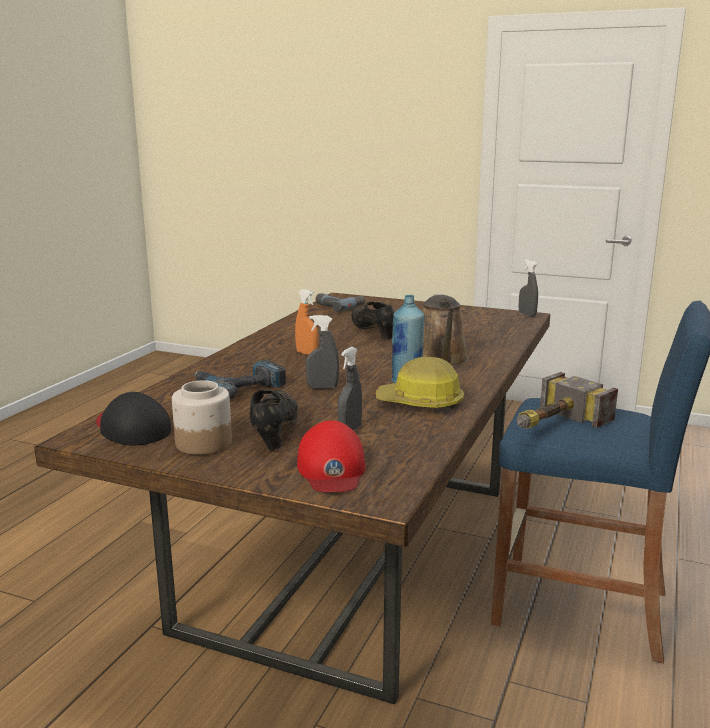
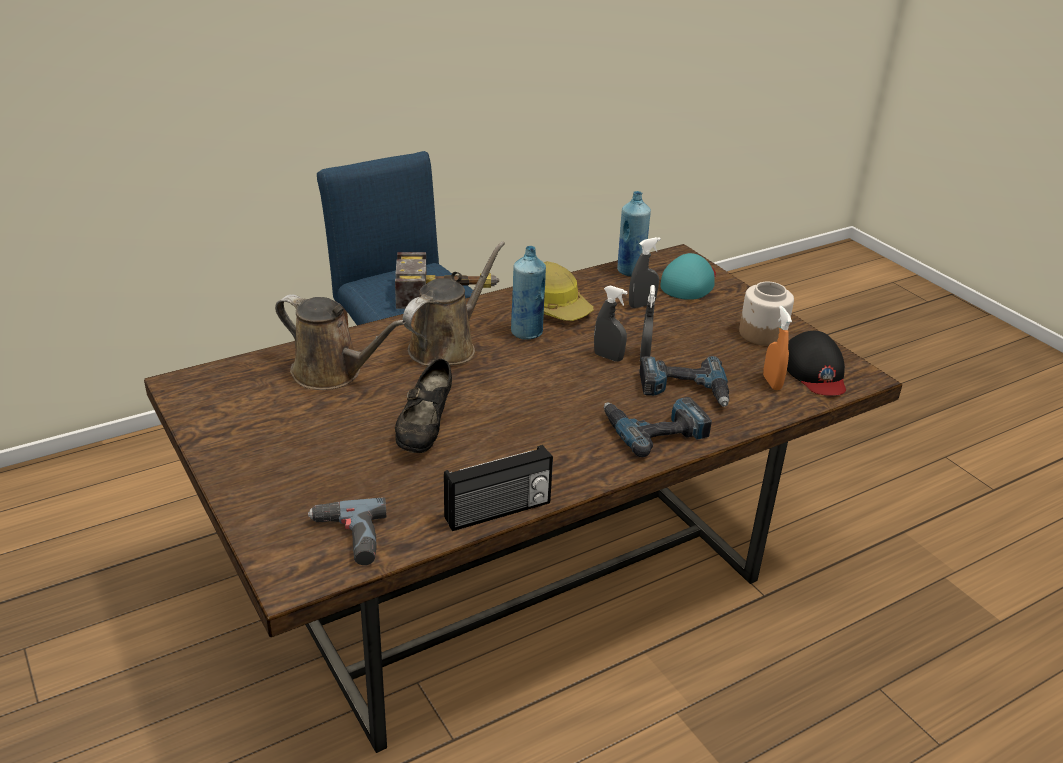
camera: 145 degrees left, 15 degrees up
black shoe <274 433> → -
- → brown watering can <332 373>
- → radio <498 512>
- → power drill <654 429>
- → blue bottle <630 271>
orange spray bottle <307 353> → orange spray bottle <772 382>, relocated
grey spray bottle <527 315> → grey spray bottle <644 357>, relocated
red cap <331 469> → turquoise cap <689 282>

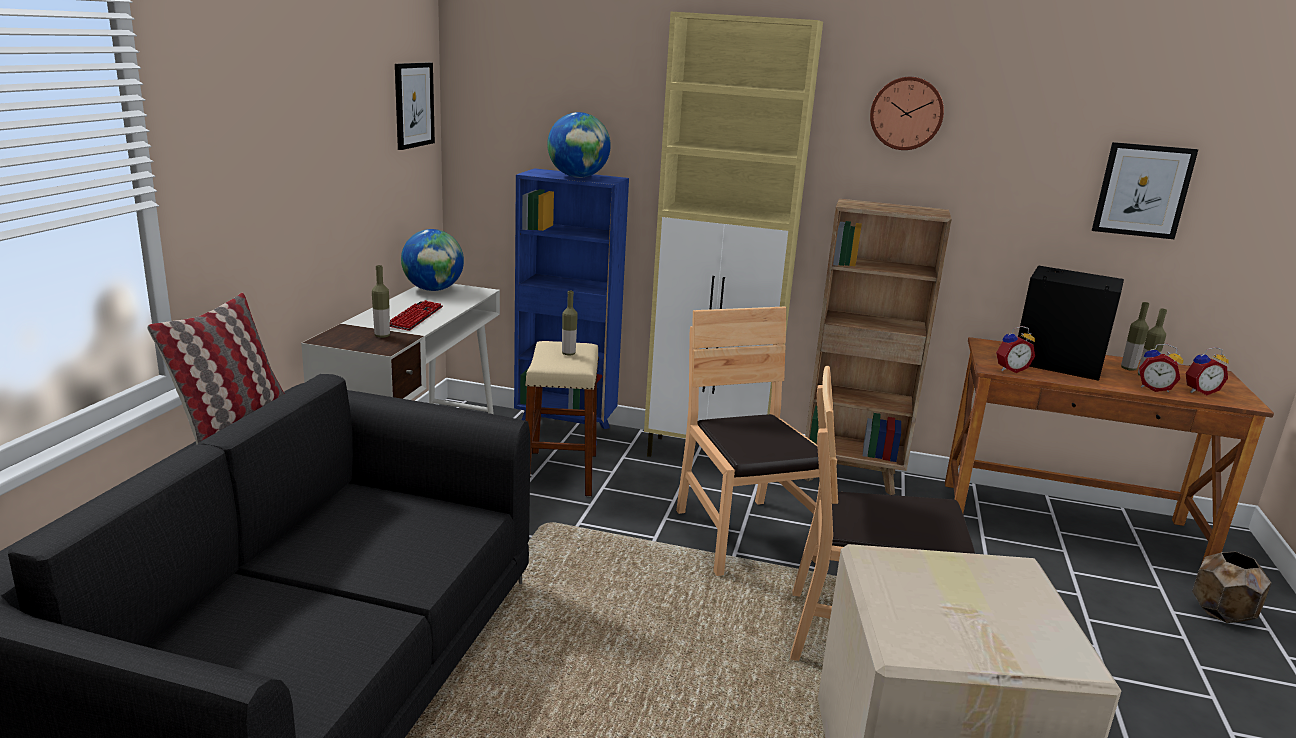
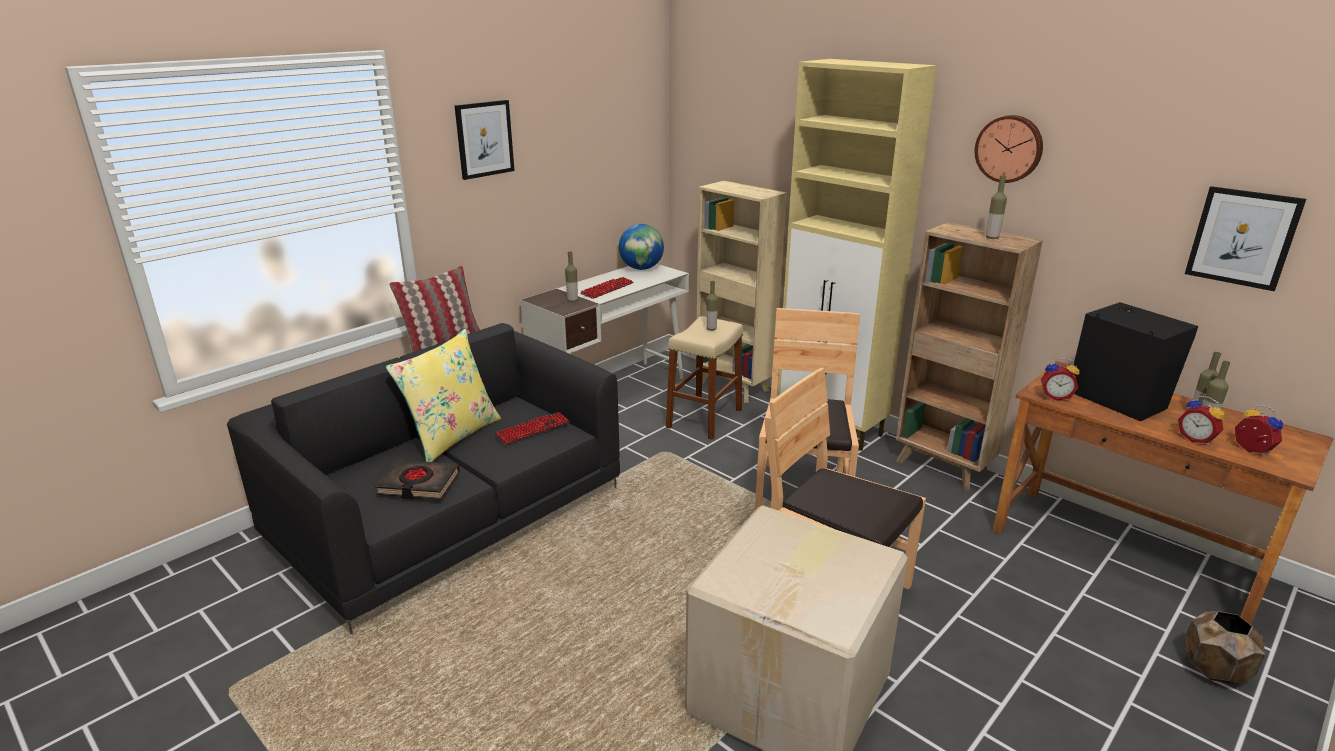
camera: 30 degrees right, 5 degrees up
globe <578 177> → -
- → black book <418 484>
- → yellow pillow <452 436>
- → keyboard <532 429>
- → bottle <992 238>
picture <413 105> → picture <484 139>, relocated
blue bookcase <566 430> → beige bookcase <734 387>
alarm clock <1199 391> → alarm clock <1250 450>, 135 degrees counterclockwise

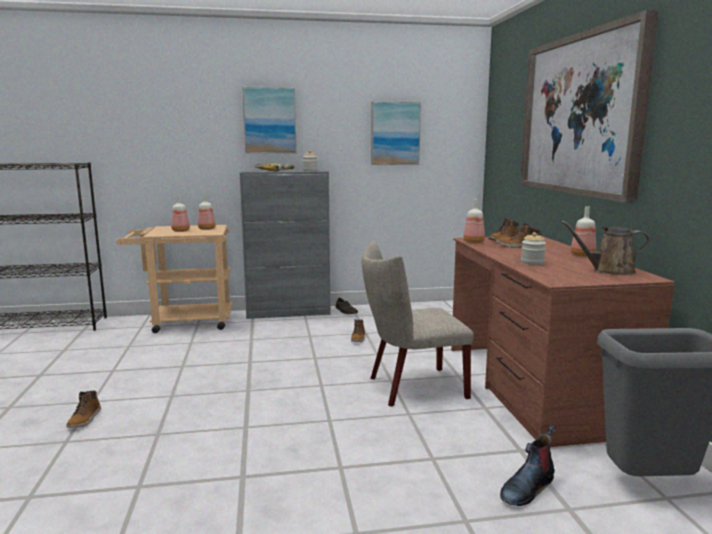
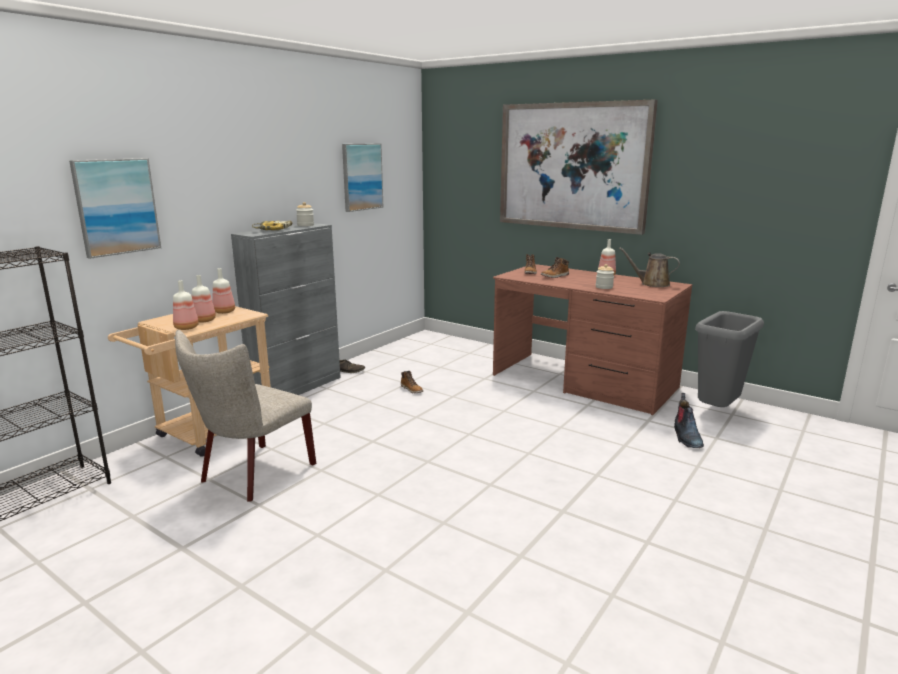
camera: 45 degrees left, 5 degrees up
boot <85 419> → -
picture <269 120> → picture <116 206>, relocated
beige chair <411 387> → beige chair <252 475>, relocated
bottle <474 242> → bottle <187 328>, relocated
brown watering can <609 271> → brown watering can <652 284>, 60 degrees clockwise

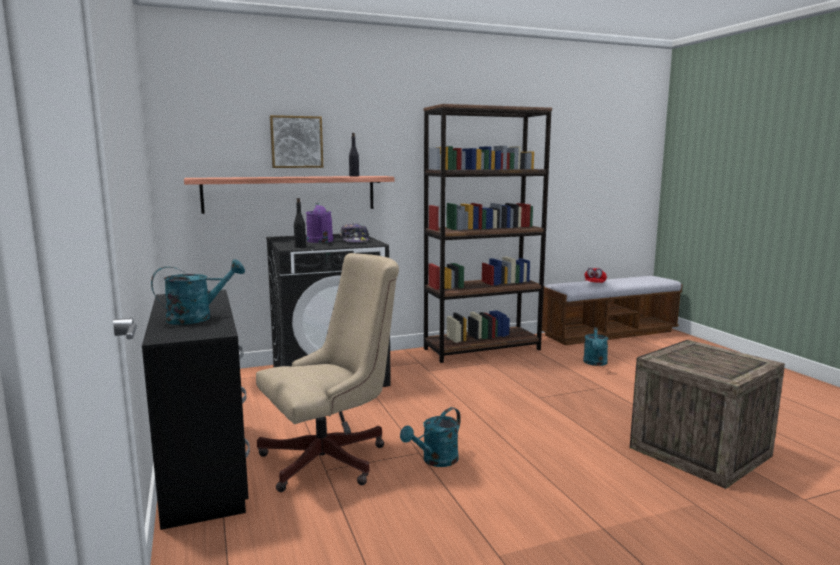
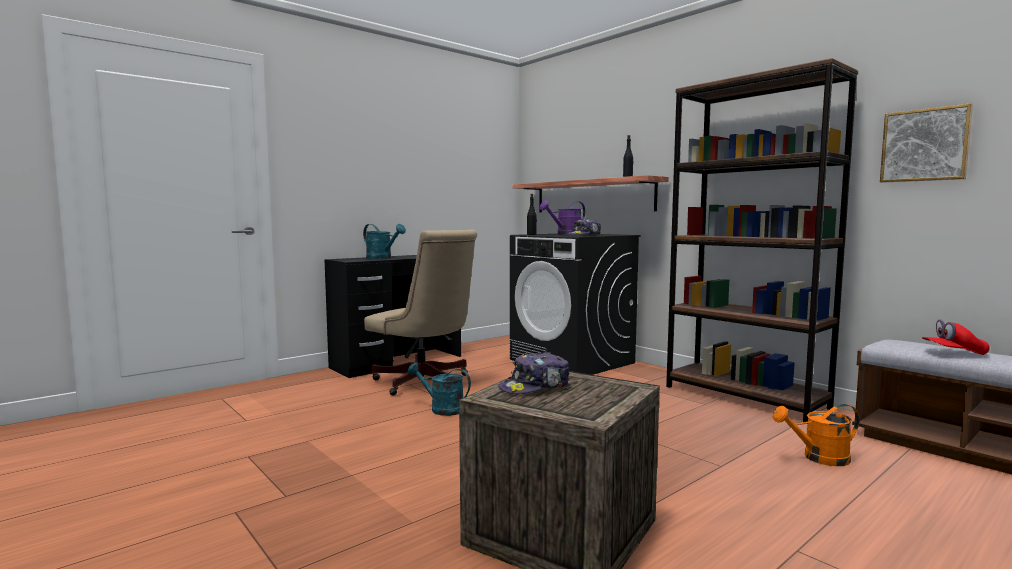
camera: 70 degrees right, 5 degrees down
- → cap <535 387>
picture <296 142> → picture <925 145>, relocated
turquoise watering can <595 363> → orange watering can <819 458>

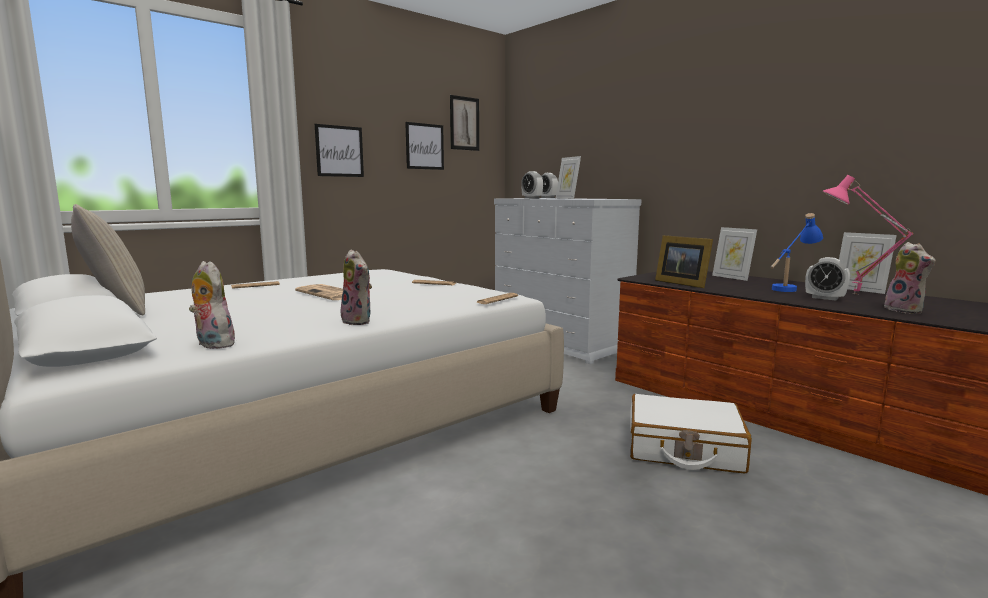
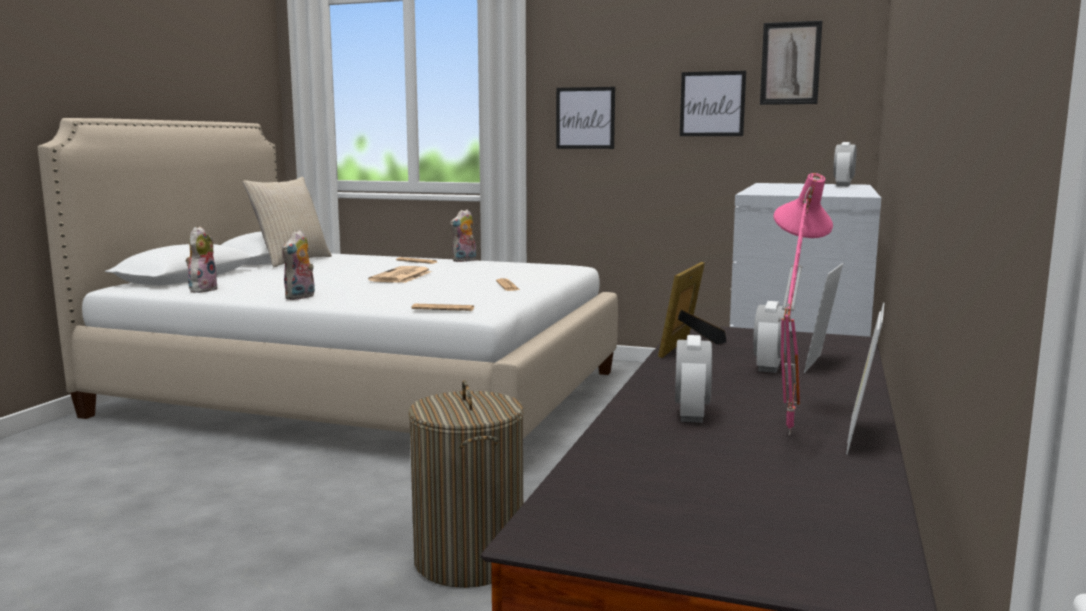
camera: 60 degrees right, 0 degrees up
picture frame <567 198> → -
blue table lamp <790 288> → -
alarm clock <532 198> → alarm clock <769 367>, relocated
plush toy <906 310> → plush toy <464 260>, relocated
white suitcase <684 449> → laundry basket <469 560>

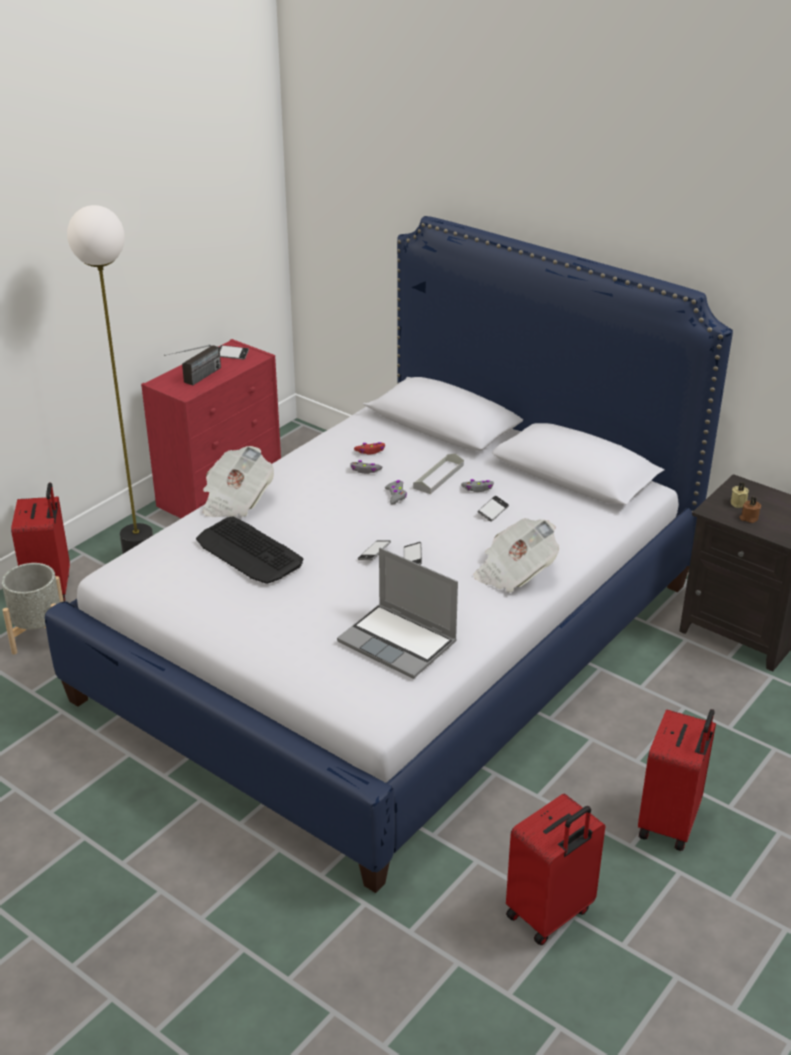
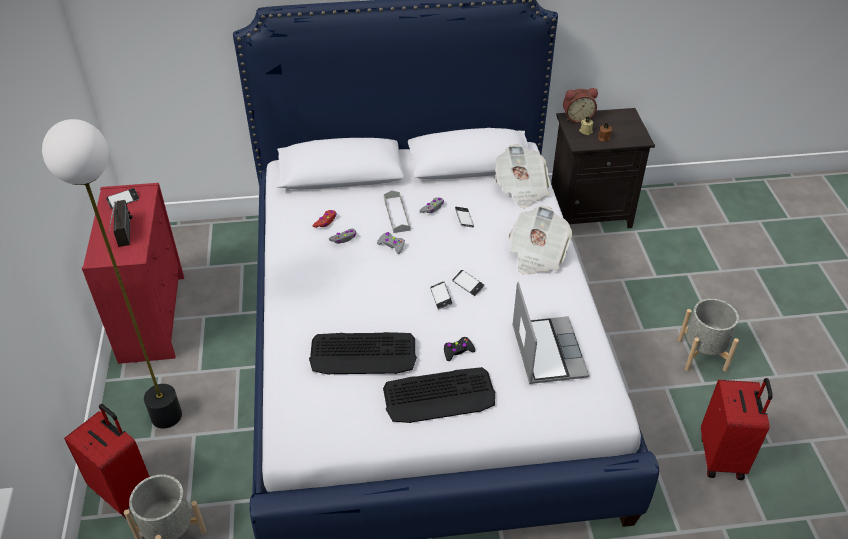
camera: 45 degrees left, 10 degrees up
- → keyboard <439 396>
- → black game controller <458 351>
- → alarm clock <577 117>
newspaper <236 501> → newspaper <521 189>, relocated
red suitcase <670 823> → grey planter <702 354>
laptop <399 642> → laptop <547 351>, 90 degrees counterclockwise

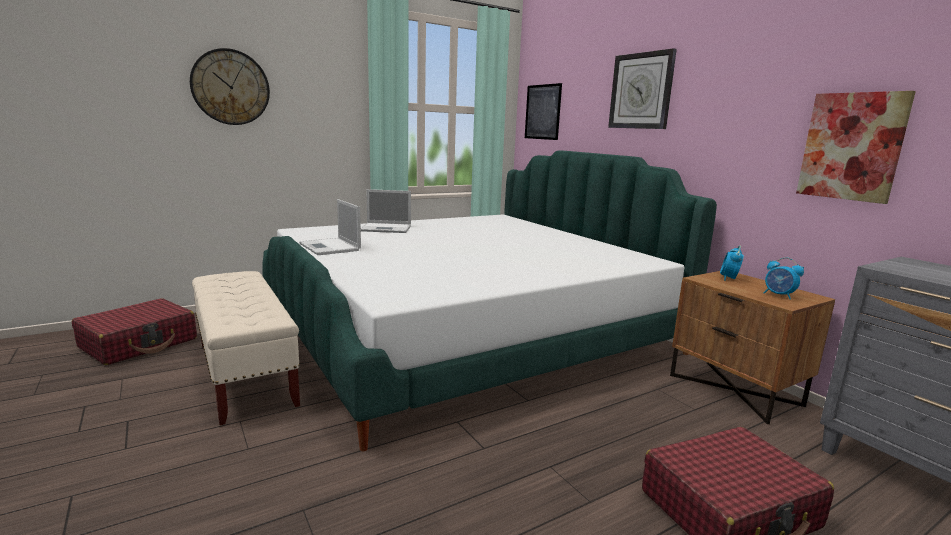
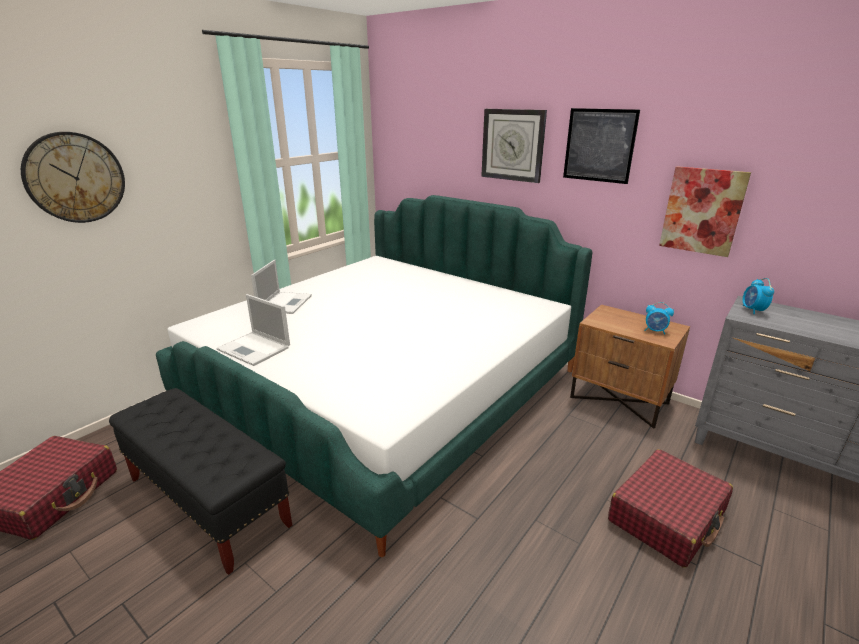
camera: 20 degrees left, 10 degrees up
picture <542 112> → picture <599 145>, relocated
alarm clock <729 278> → alarm clock <753 310>, relocated
beige bench <245 374> → black bench <208 502>
laptop <387 228> → laptop <285 303>, 60 degrees counterclockwise

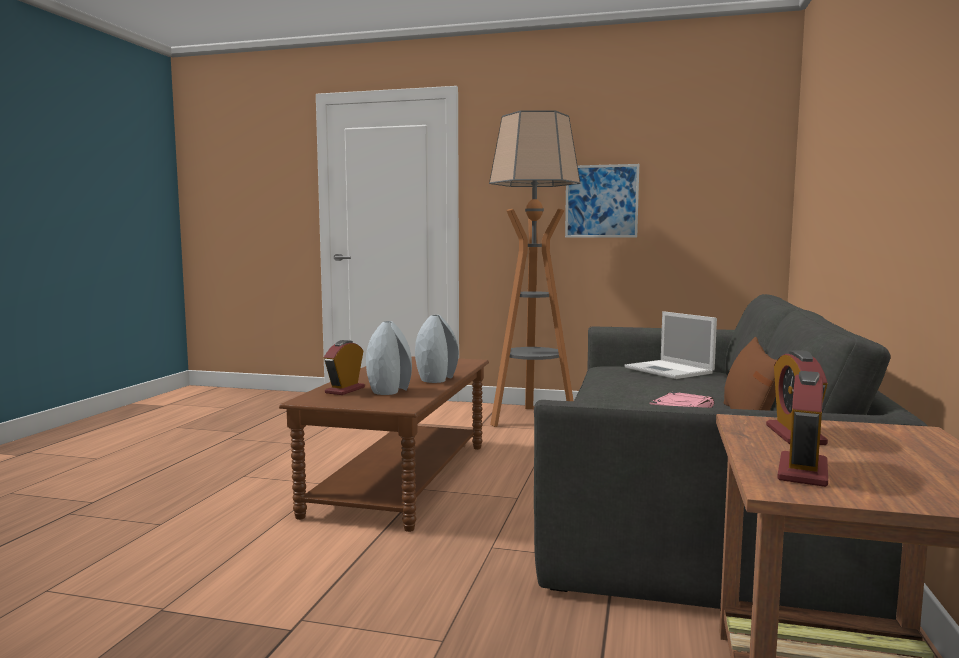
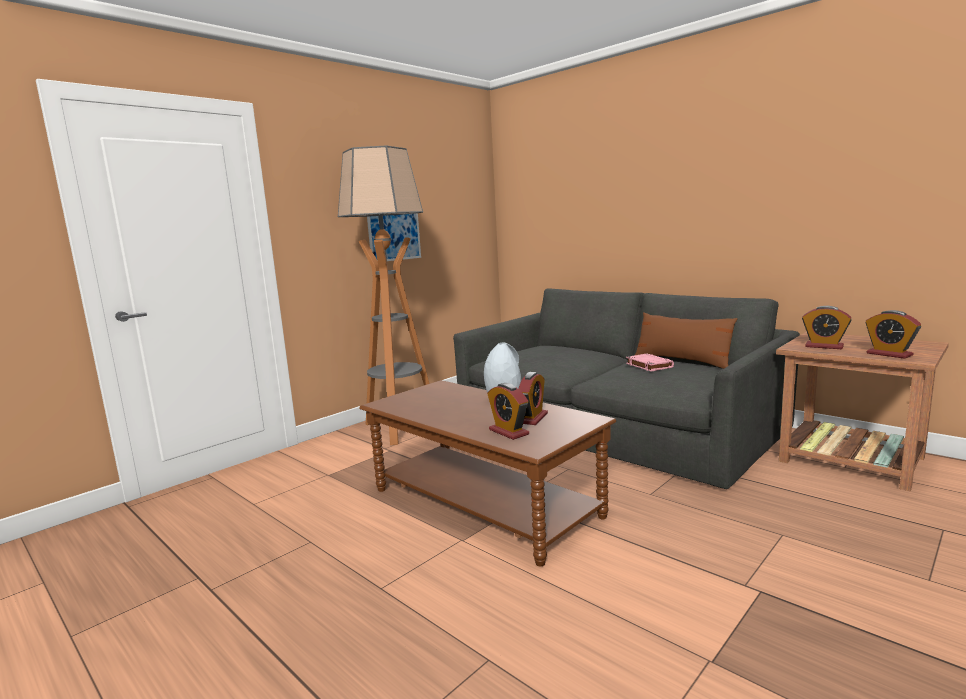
camera: 60 degrees left, 5 degrees up
laptop <670 370> → -
grey vase <390 391> → alarm clock <532 418>

